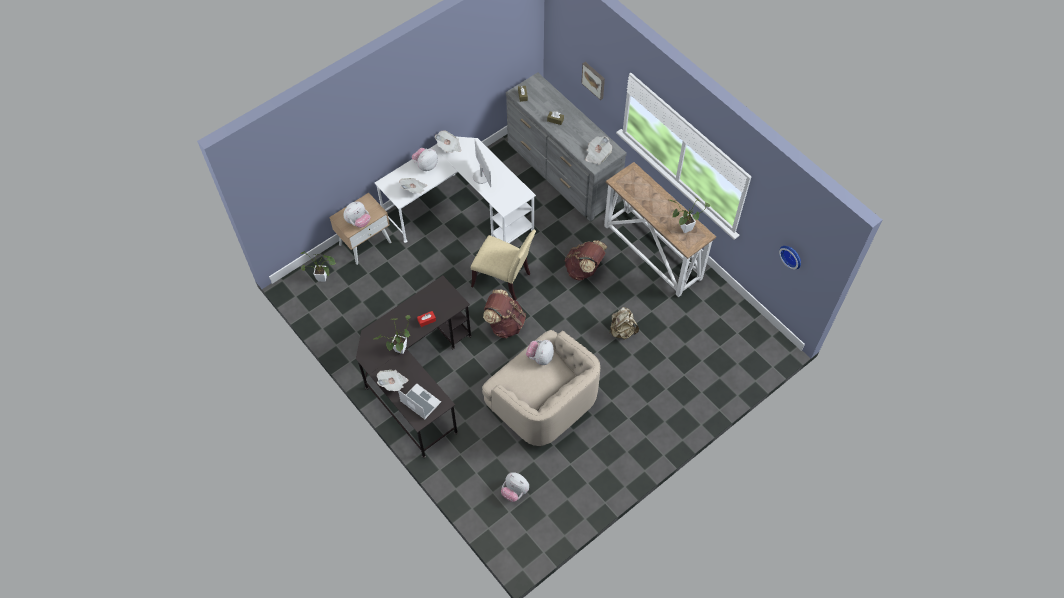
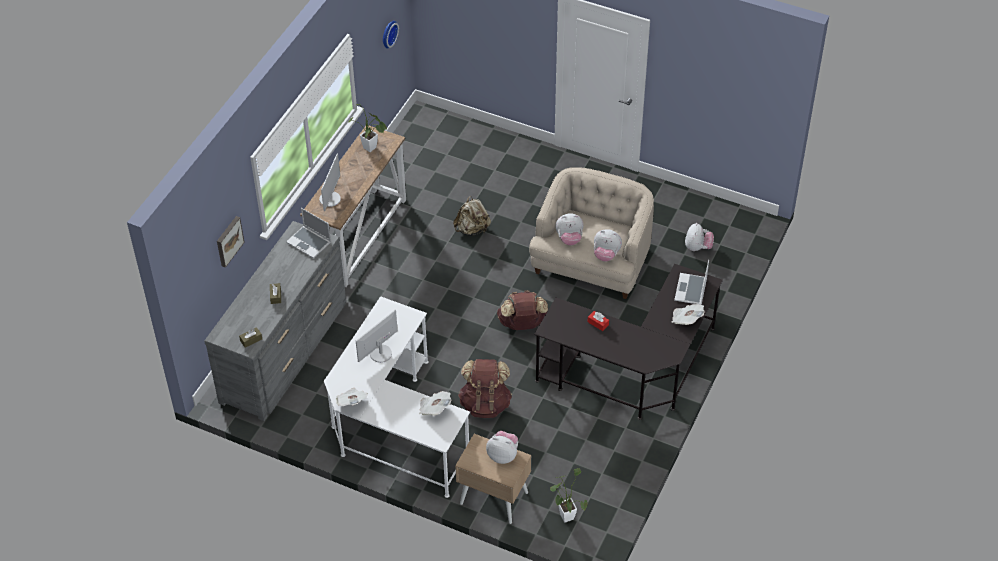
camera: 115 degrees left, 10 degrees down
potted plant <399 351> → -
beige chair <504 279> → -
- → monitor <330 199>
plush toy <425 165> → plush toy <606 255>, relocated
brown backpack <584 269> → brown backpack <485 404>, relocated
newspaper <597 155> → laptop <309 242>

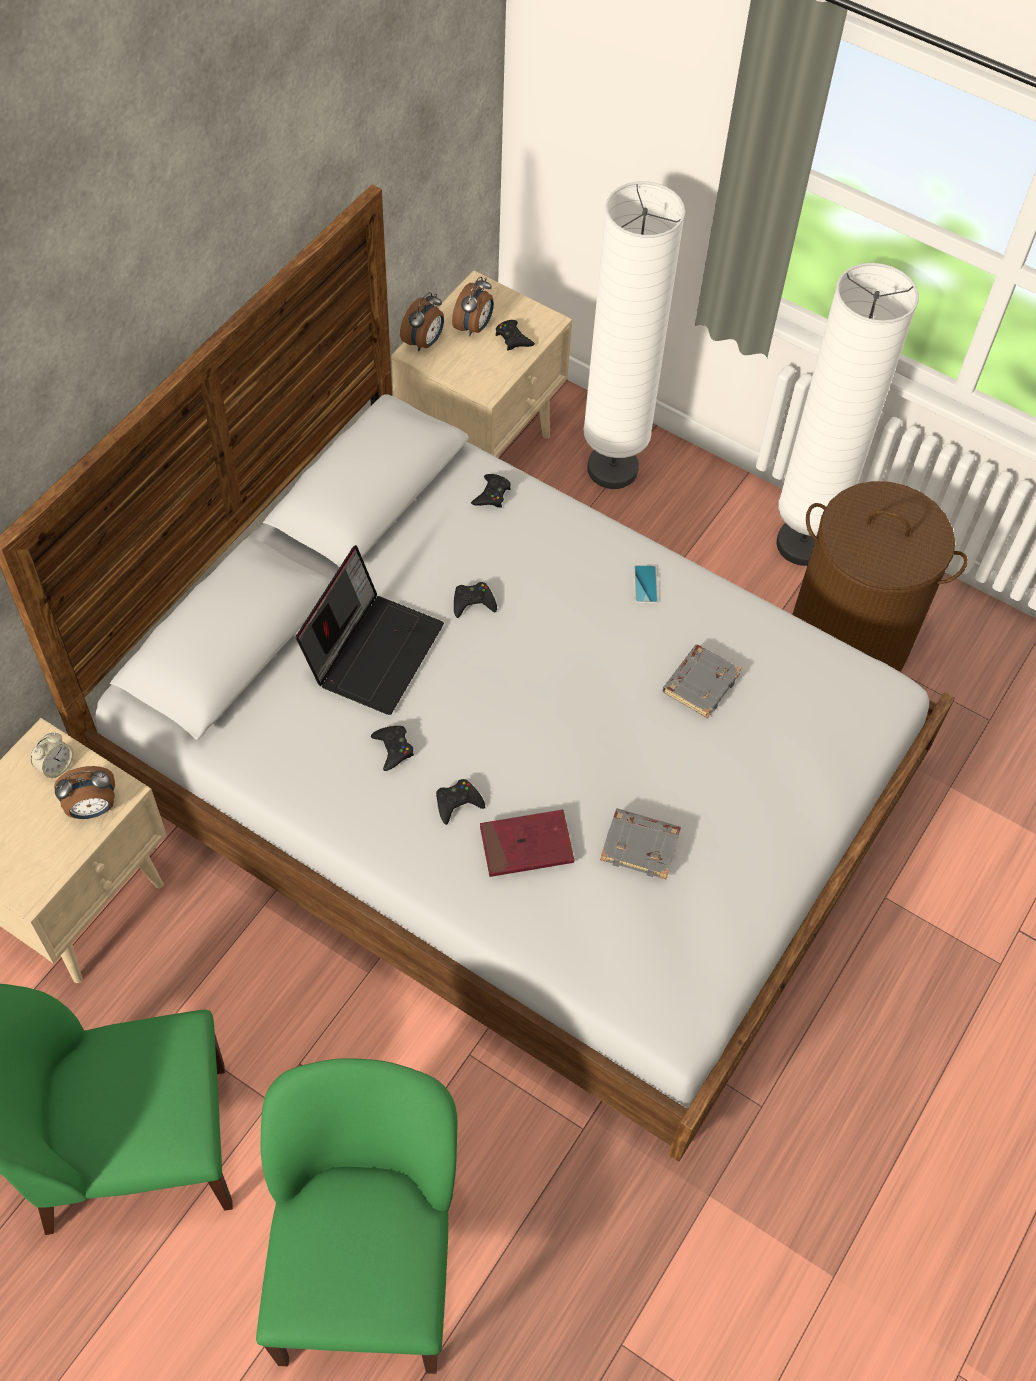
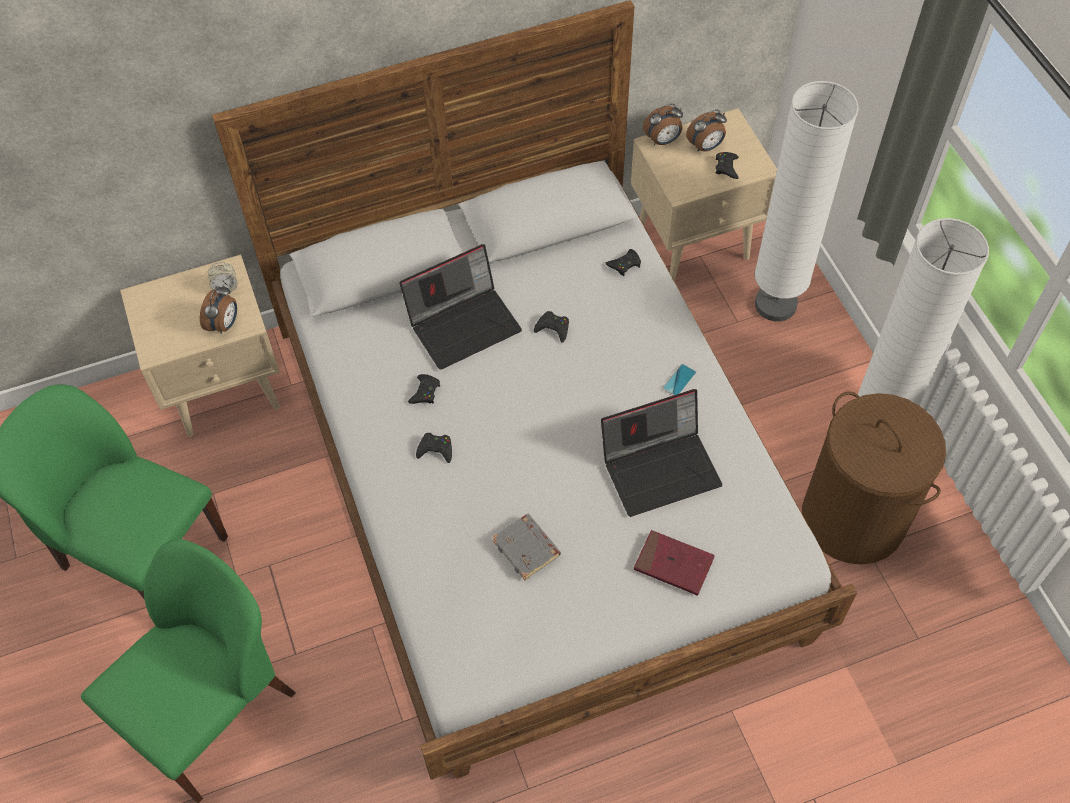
camera: 40 degrees right, 0 degrees up
red book <526 845> → red book <673 564>, relocated
grey book <700 683> → laptop <661 467>
alarm clock <92 809> → alarm clock <224 324>, 90 degrees counterclockwise

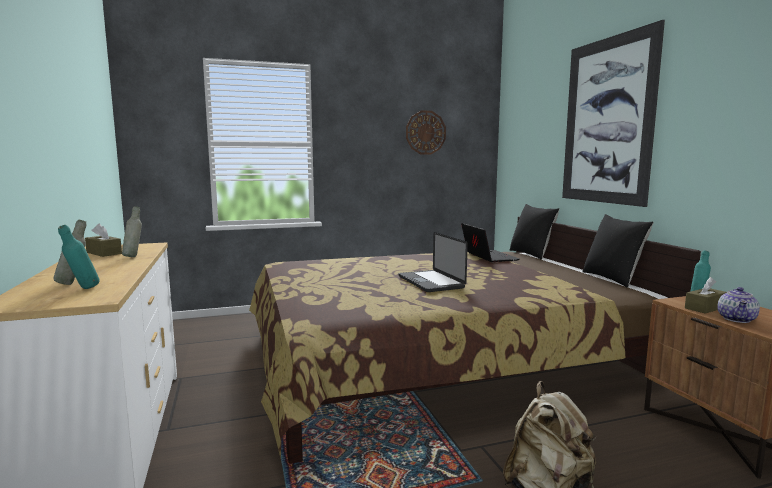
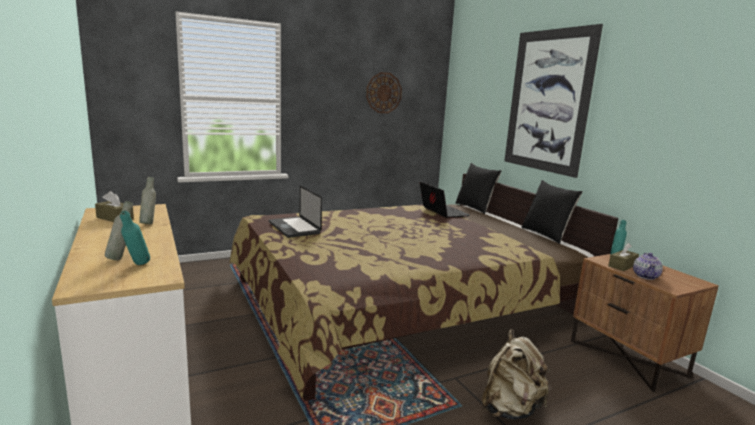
camera: 10 degrees left, 5 degrees up
laptop <430 282> → laptop <294 228>, relocated

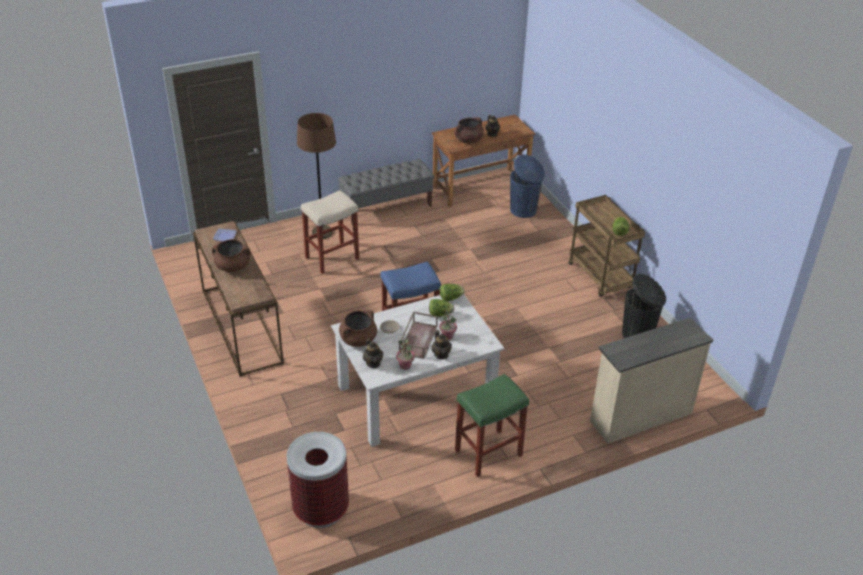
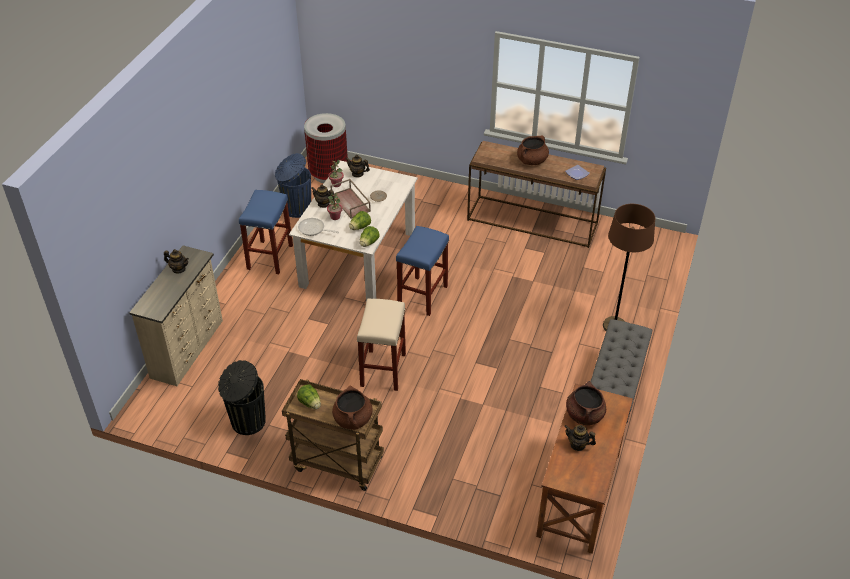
camera: 135 degrees right, 5 degrees up
- → teapot <179 269>
- → frying pan <313 229>
beige stool <332 257> → beige stool <383 370>, relocated
brown cooking pot <358 339> → brown cooking pot <353 419>, relocated
blue trash can <524 210> → blue trash can <296 209>, relocated
green stool <488 453> → blue stool <270 256>

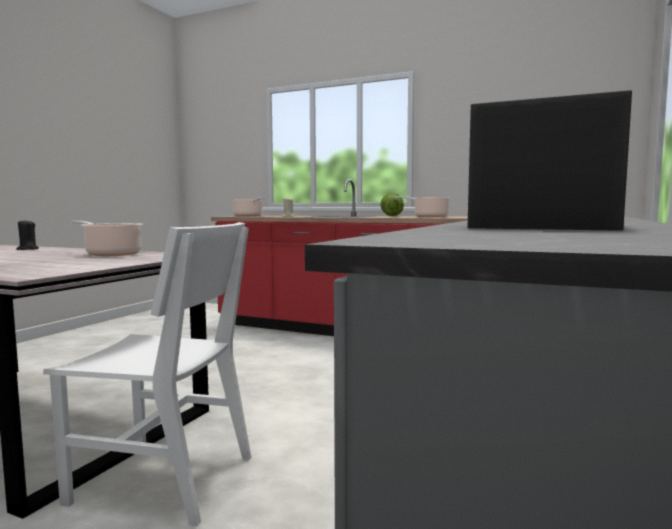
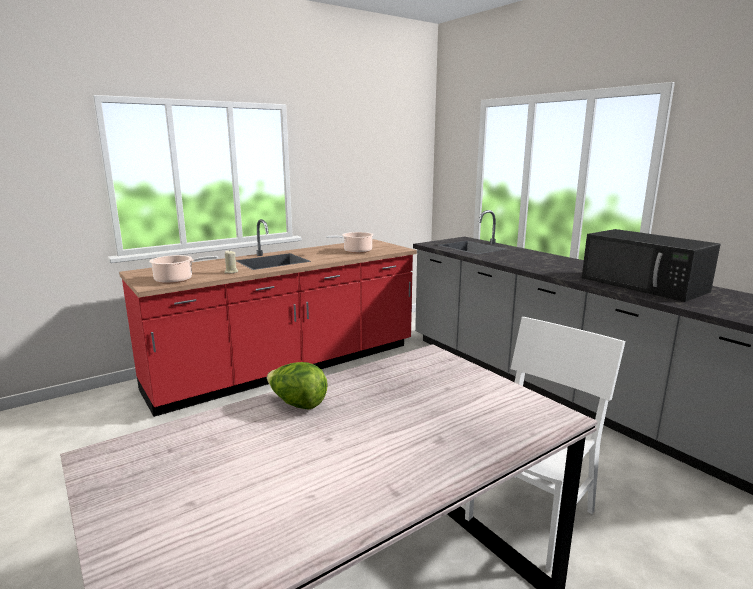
camera: 60 degrees left, 10 degrees up
black candle <27 249> → -
cooking pot <111 254> → -
lettuce <391 216> → lettuce <297 404>, relocated

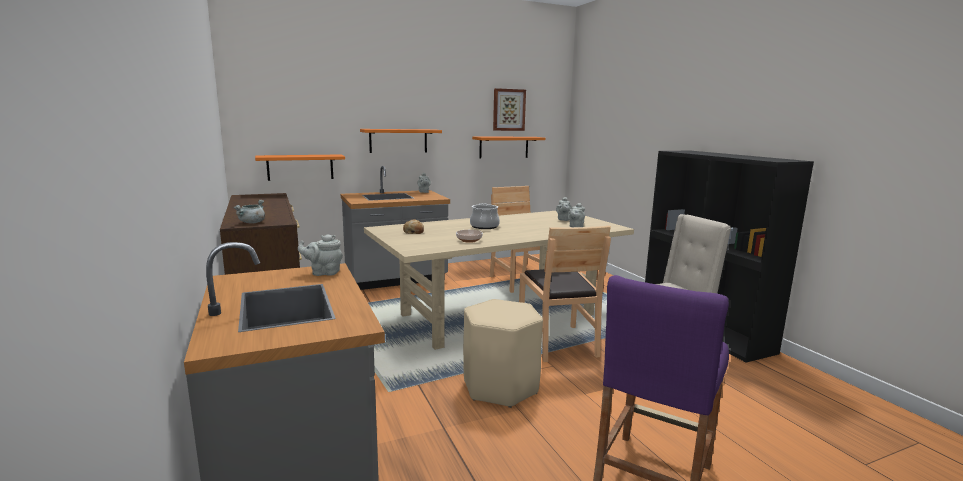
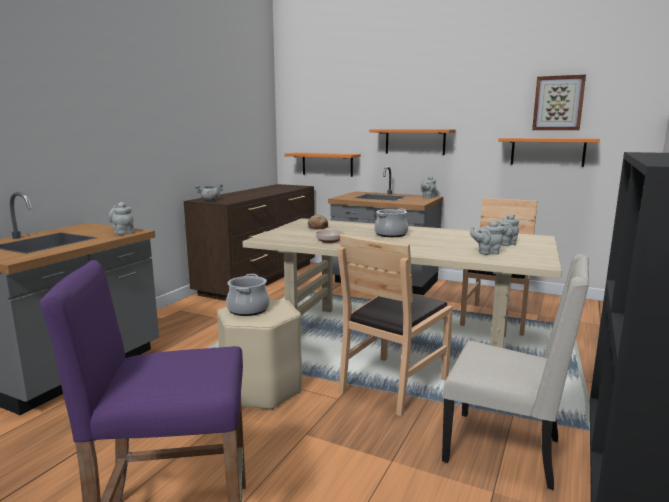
camera: 50 degrees right, 0 degrees up
- → cooking pot <248 309>

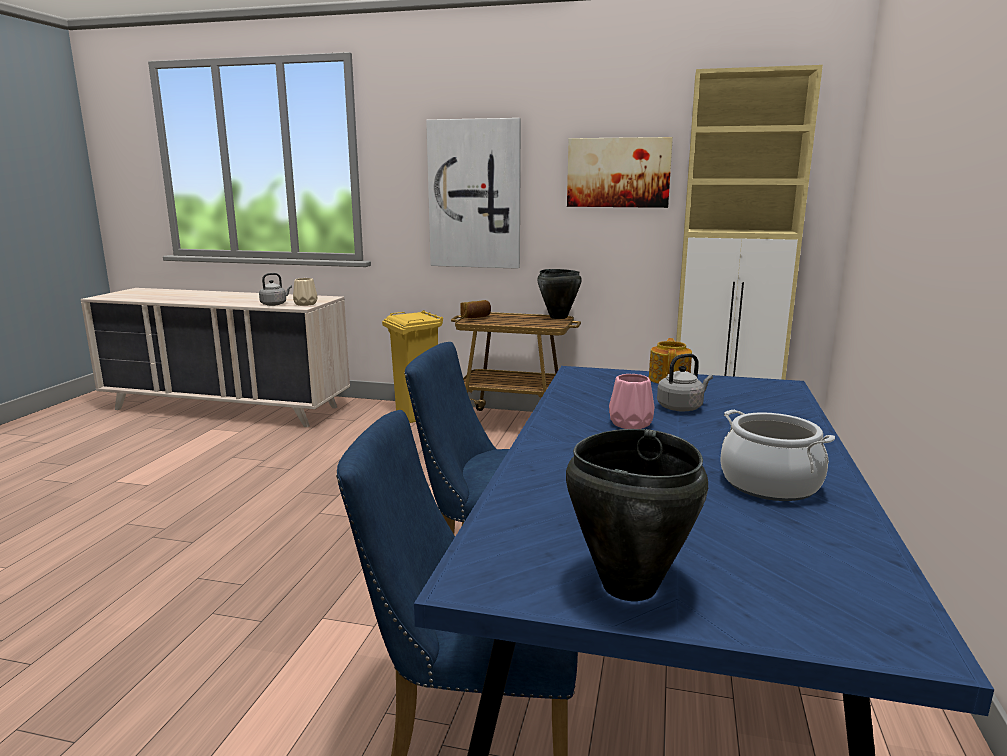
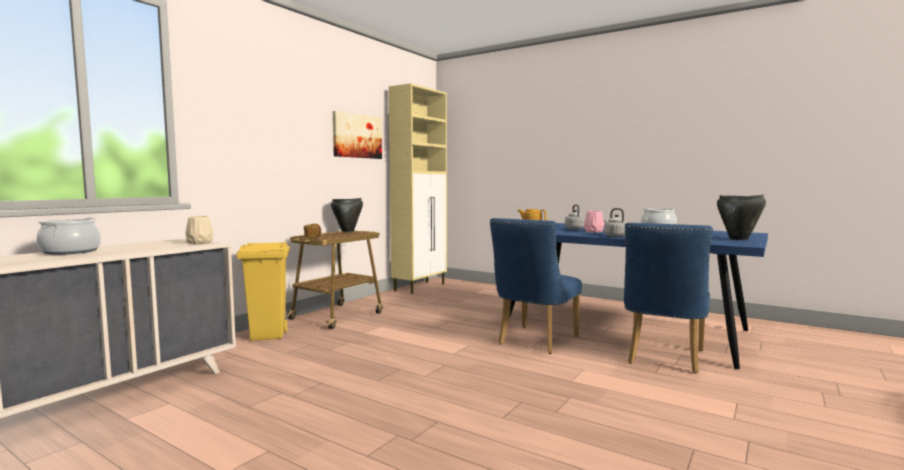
camera: 70 degrees left, 10 degrees down
picture <474 194> → -
- → cooking pot <71 251>
grey kettle <275 304> → grey kettle <614 236>, relocated

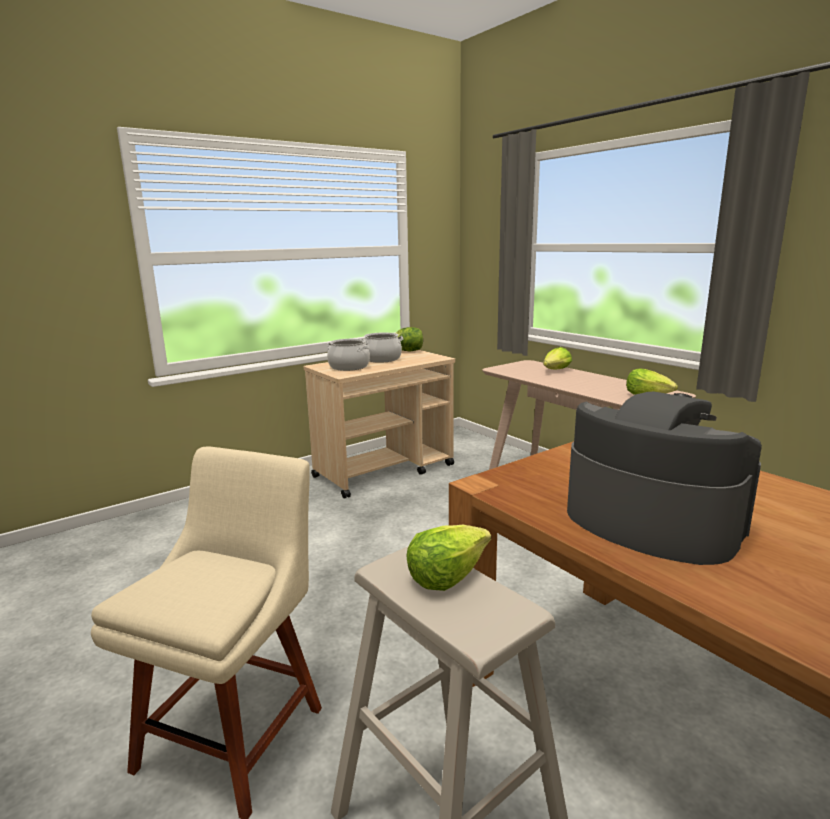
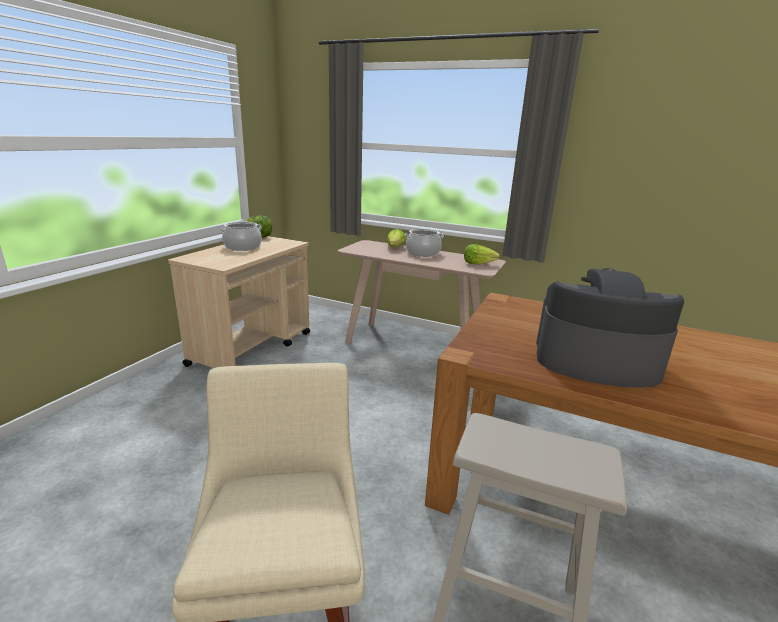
camera: 30 degrees left, 5 degrees up
lettuce <447 575> → -
cooking pot <348 367> → cooking pot <422 253>, relocated

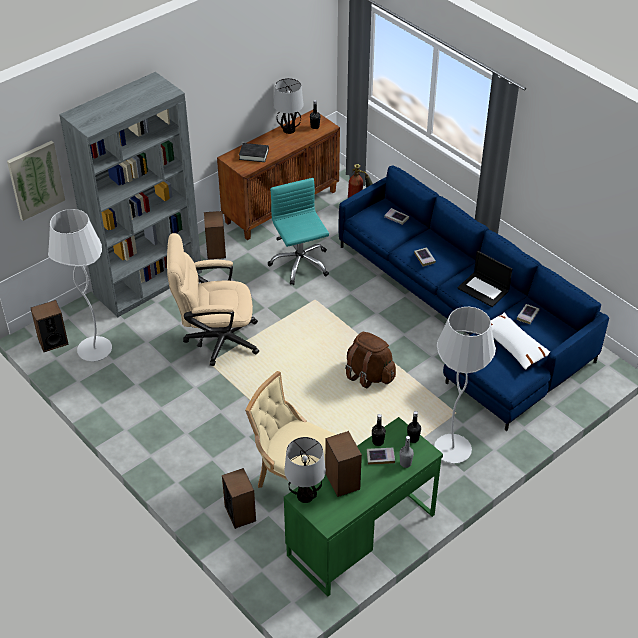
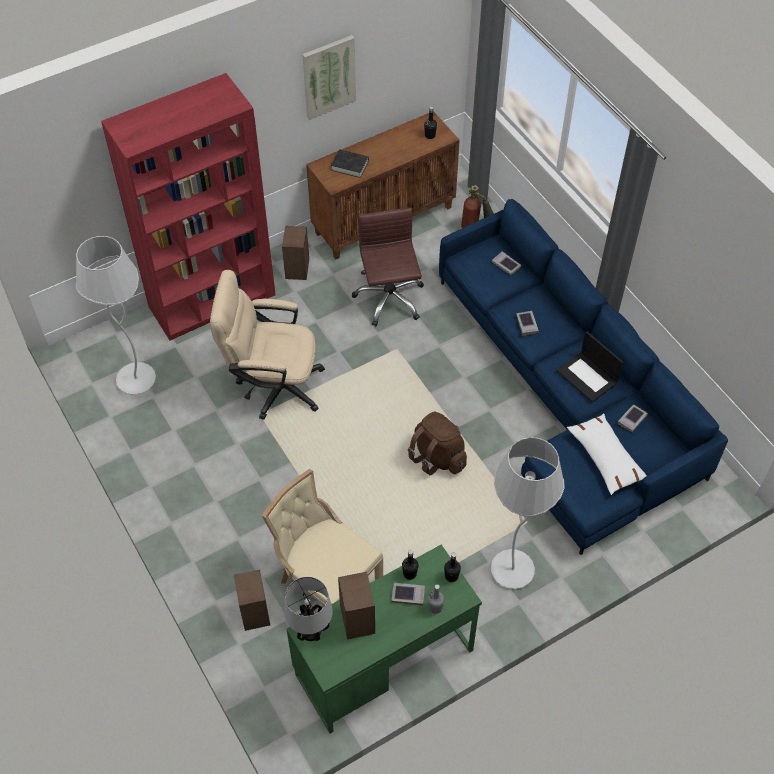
camera: 10 degrees right, 10 degrees up
speaker <53 341> → -
table lamp <288 130> → -
picture <35 180> → picture <328 76>, relocated
grey bookcase <148 283> → red bookcase <212 300>
turquoise office chair <300 264> → brown office chair <389 299>

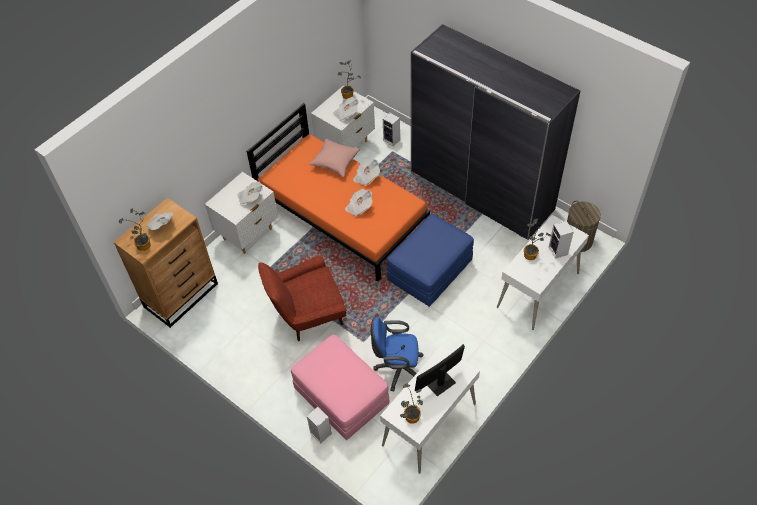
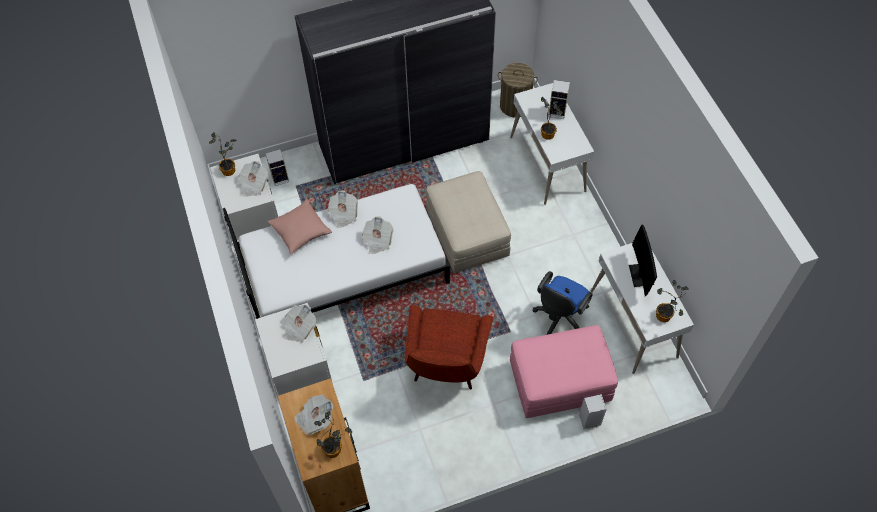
camera: 60 degrees left, 5 degrees up
orange bed <342 216> → white bed <344 271>
blue ottoman <430 270> → beige ottoman <466 233>

